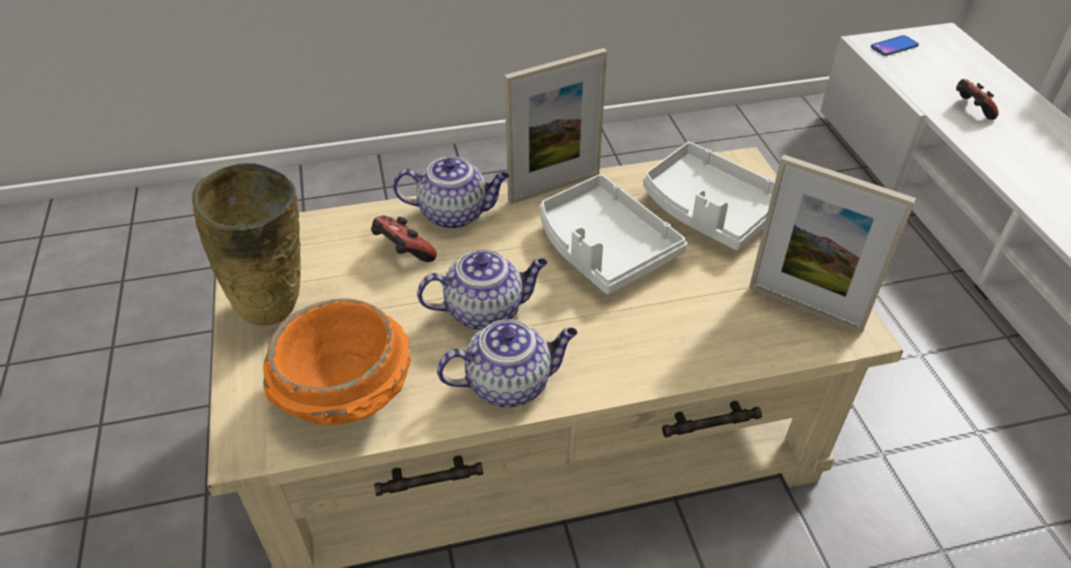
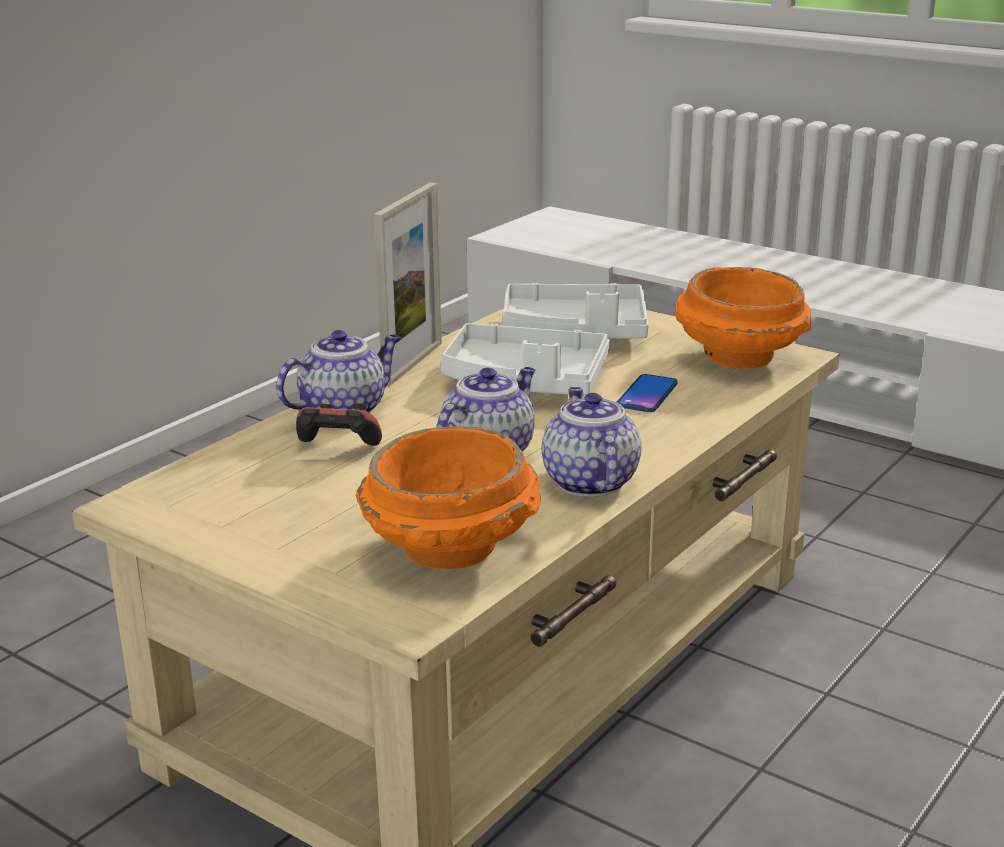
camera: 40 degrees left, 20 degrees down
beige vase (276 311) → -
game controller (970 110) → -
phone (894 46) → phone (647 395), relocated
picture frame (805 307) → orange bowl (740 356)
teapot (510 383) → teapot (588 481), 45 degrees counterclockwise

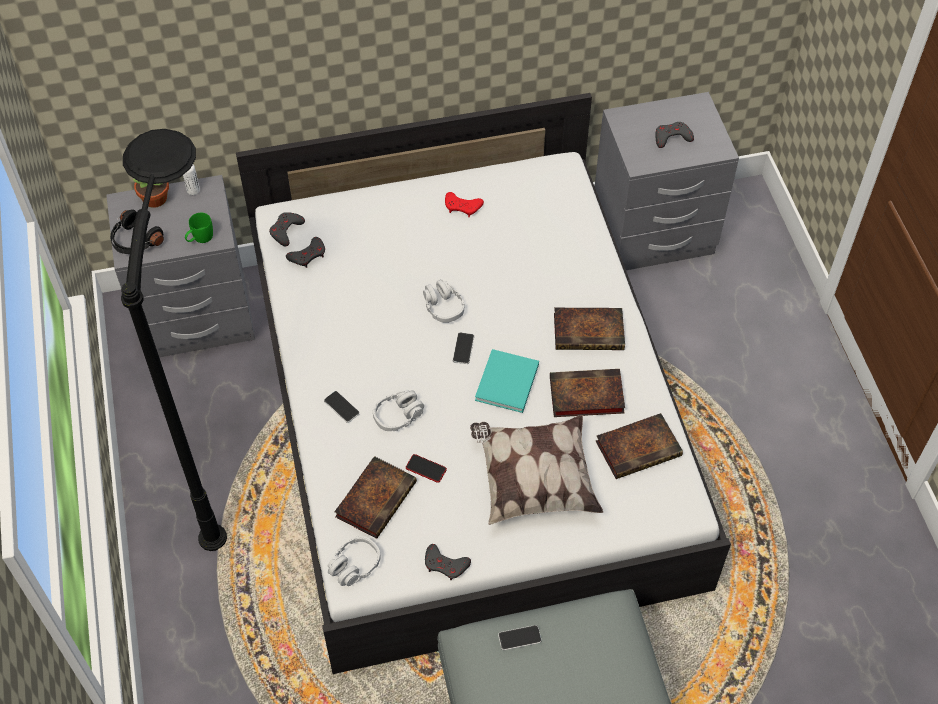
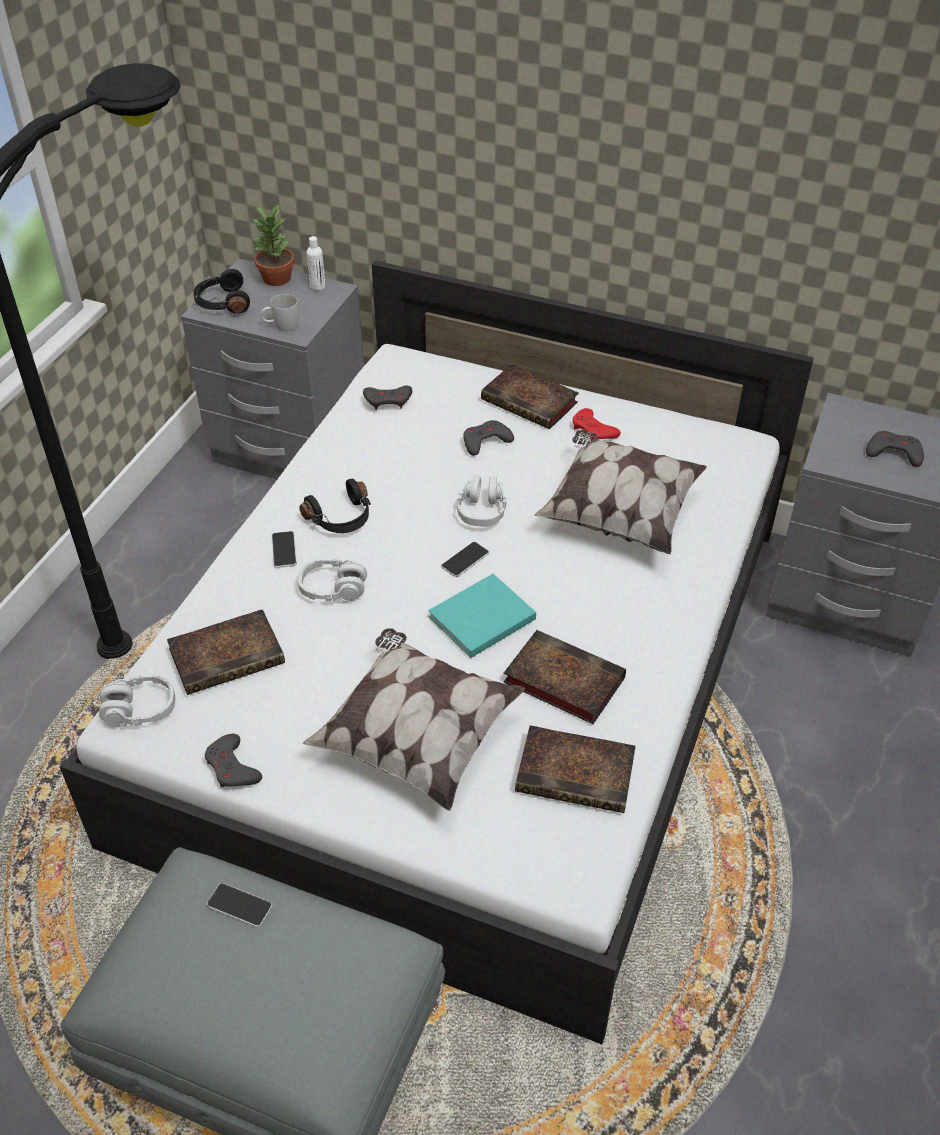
camera: 35 degrees right, 10 degrees down
phone (426 468) → -
- → black headphones (341 519)
- → pillow (618 513)
grey game controller (286 231) → grey game controller (485 441), relocated
book (590 331) → book (532 402), relocated
green mug (200 238) → white mug (281 326)

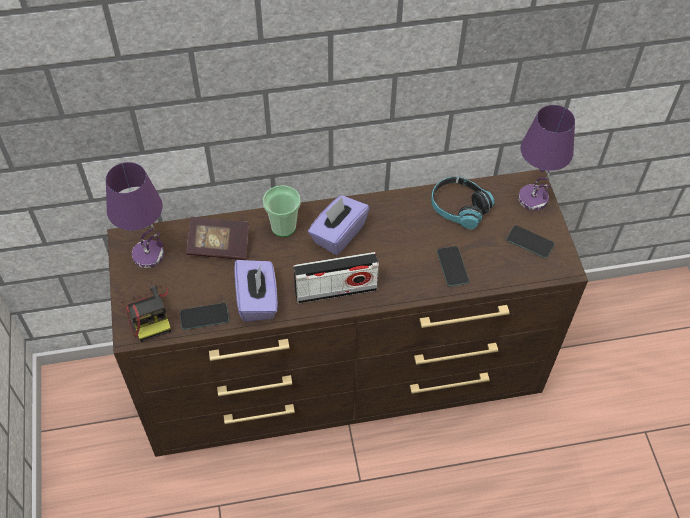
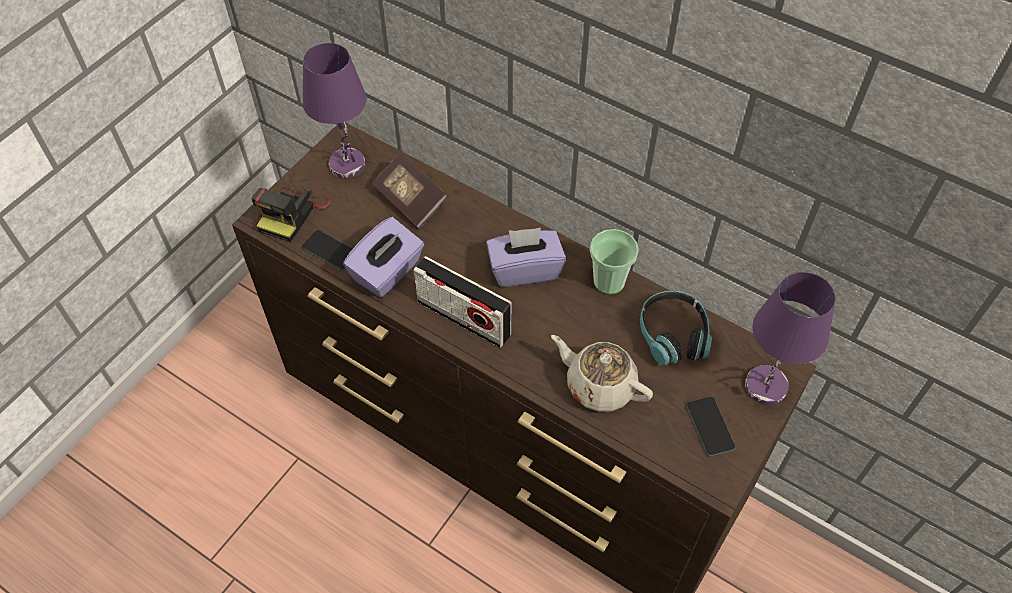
camera: 45 degrees right, 0 degrees up
cup (283 227) → cup (609 282), relocated
phone (452 266) → beige teapot (599 385)

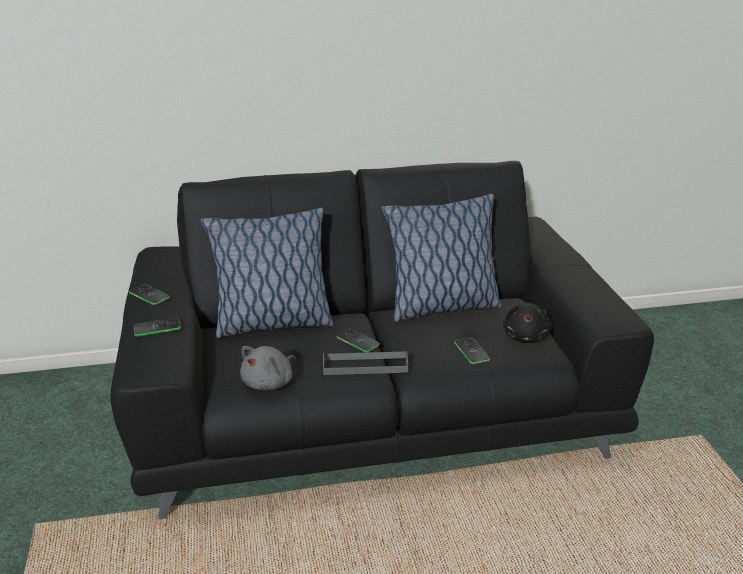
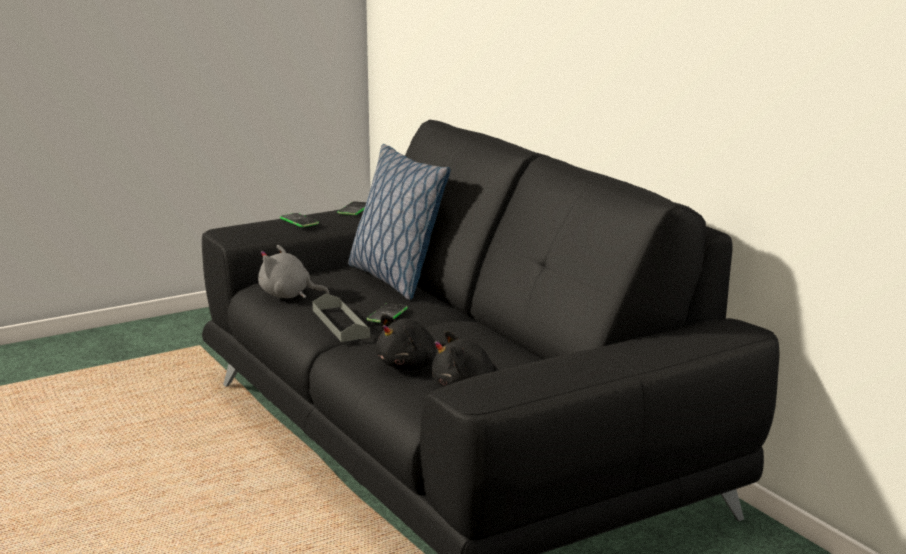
camera: 70 degrees right, 10 degrees down
pillow (441 307) → -
phone (471 351) → black plush toy (410 366)

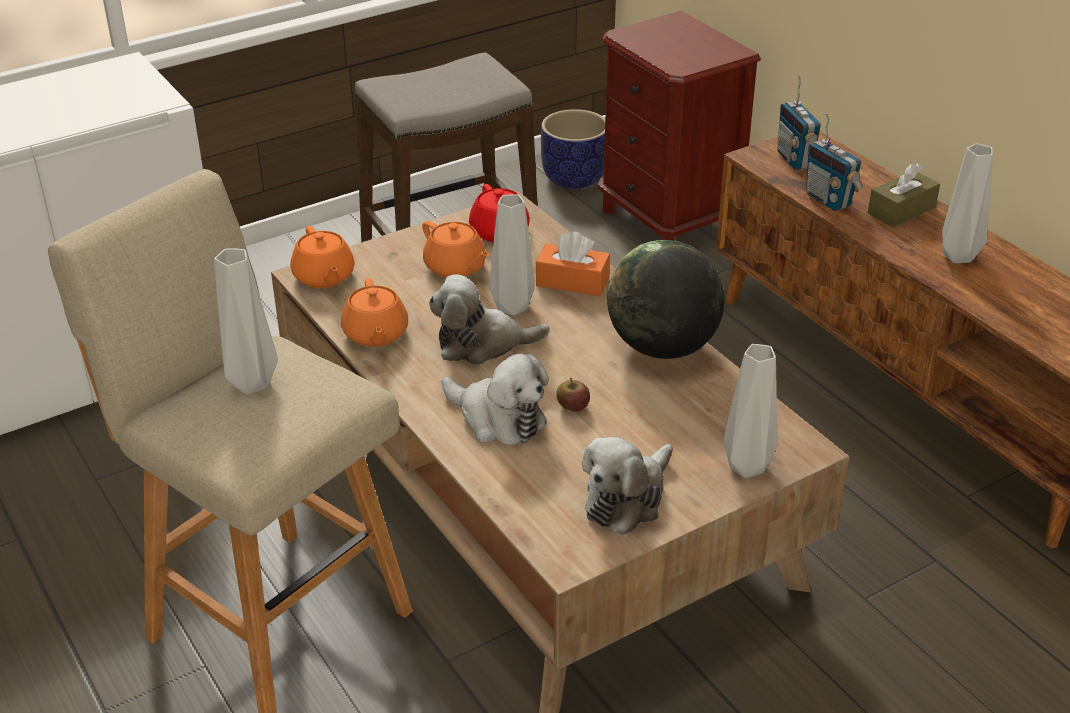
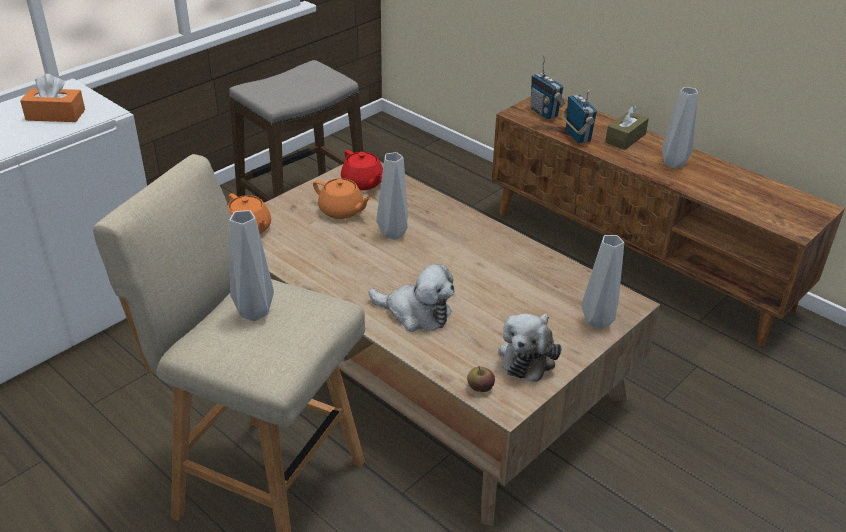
camera: 15 degrees left, 0 degrees up
orange teapot (375 334) → -
plush toy (482 344) → -
planter (573 178) → -
brown nightstand (667 222) → -
globe (663 347) → -
orange tissue box (572 282) → orange tissue box (55 115), relocated
apple (572 407) → apple (480 388), relocated
radio (828 200) → radio (577 136), 150 degrees counterclockwise

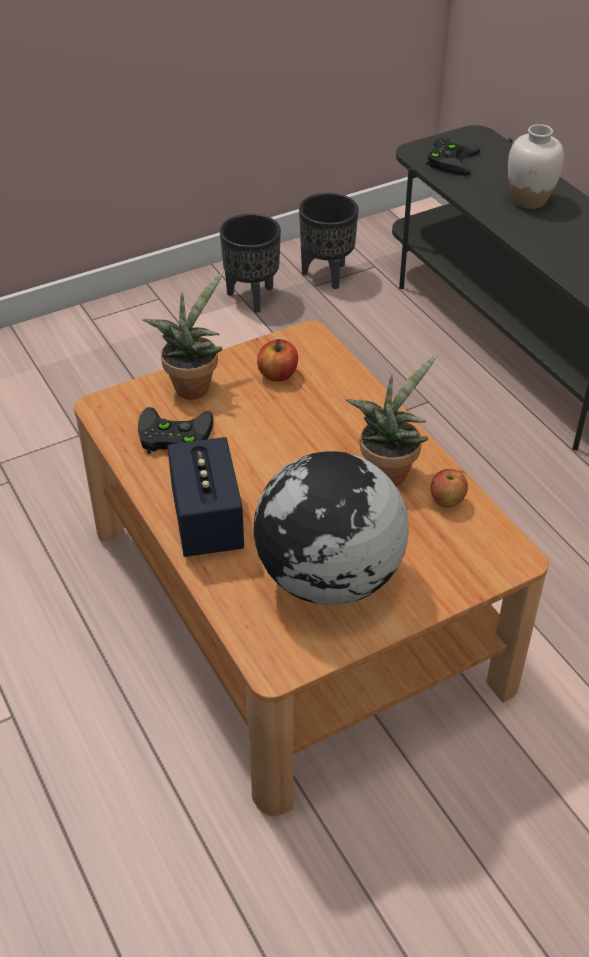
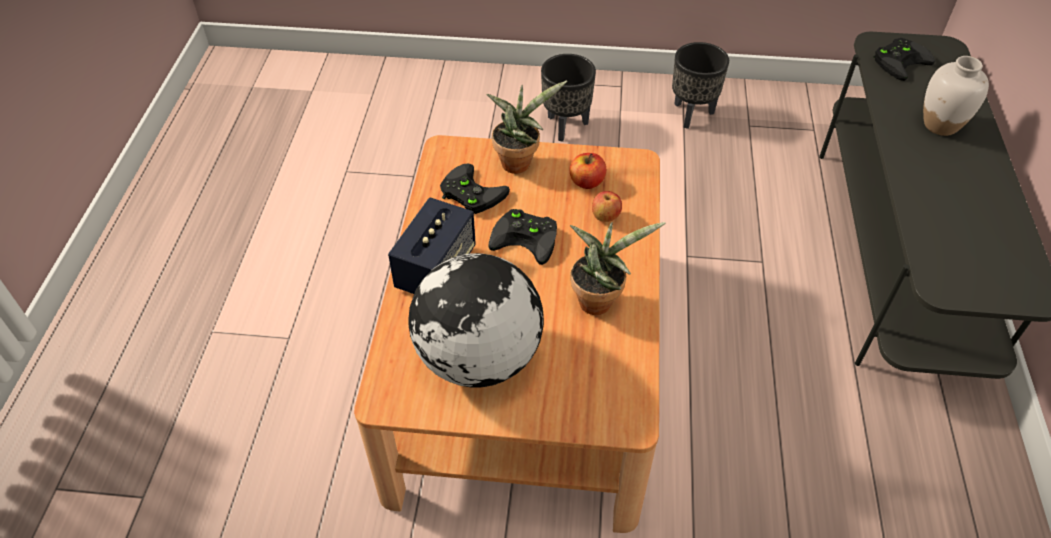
camera: 35 degrees right, 5 degrees up
- → black game controller (528 238)
black planter (327 275) → black planter (566 126), relocated
apple (446 501) → apple (605 216), relocated

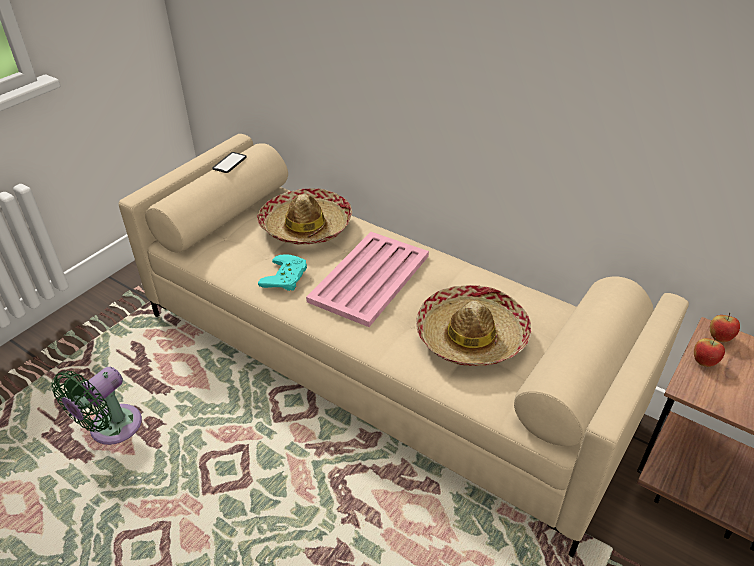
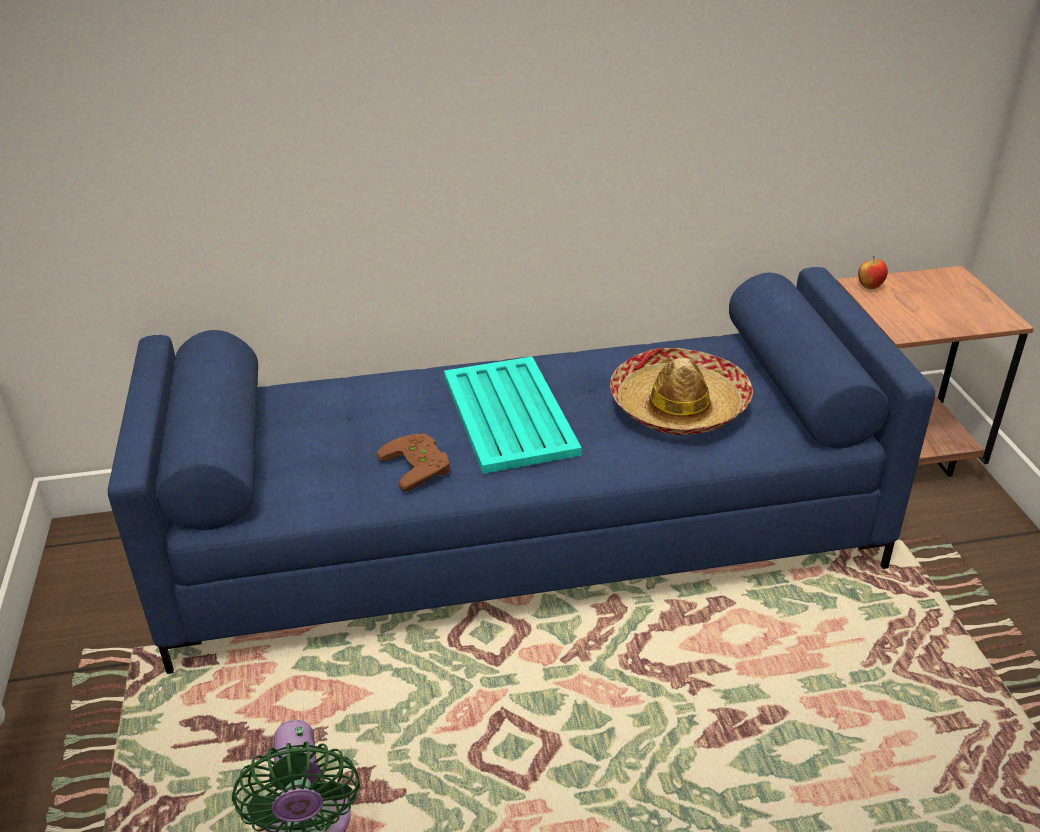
camera: 45 degrees left, 5 degrees down
phone (229 163) → -
hat (306 226) → -
apple (703 362) → -
beige sofa (380 365) → blue sofa (524 538)
turquoise game controller (287 277) → brown game controller (420 465)
pink tray (371 277) → turquoise tray (509 413)

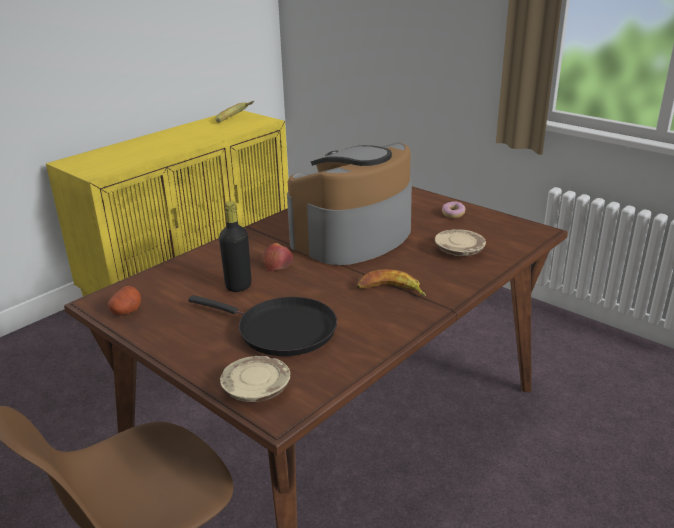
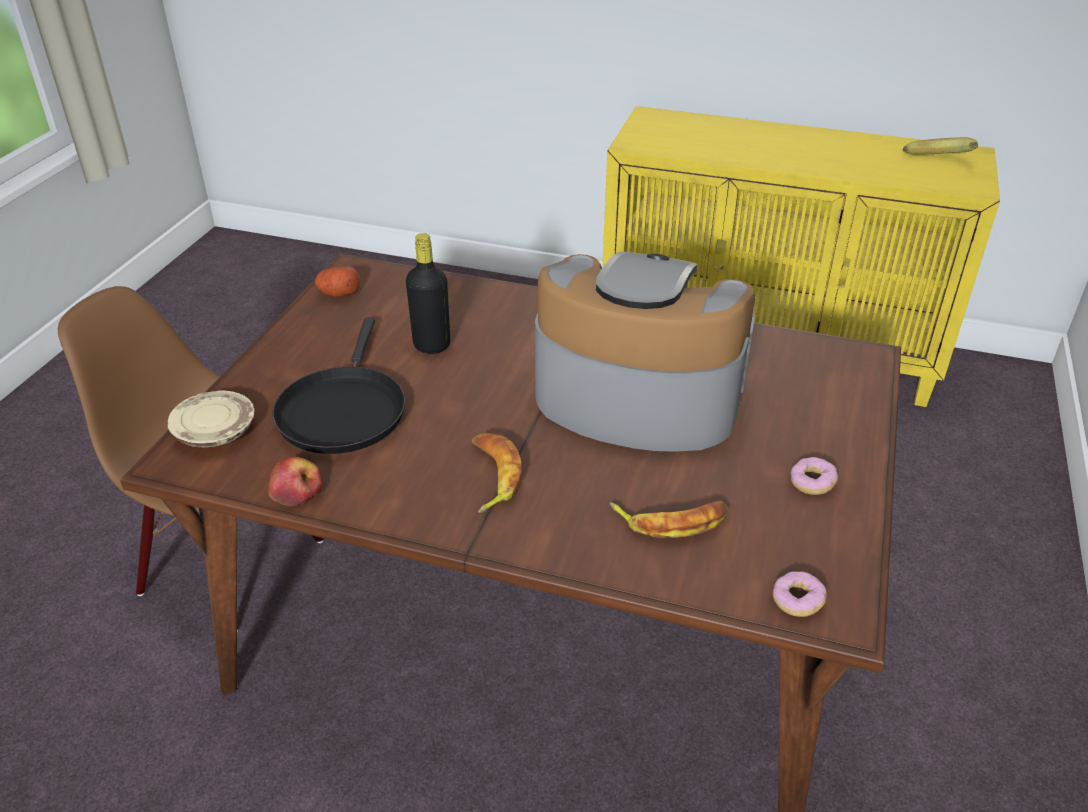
camera: 65 degrees right, 10 degrees up
- → donut (797 601)
apple (277 264) → apple (296 491), relocated
beige plate (459 250) → banana (671 521)

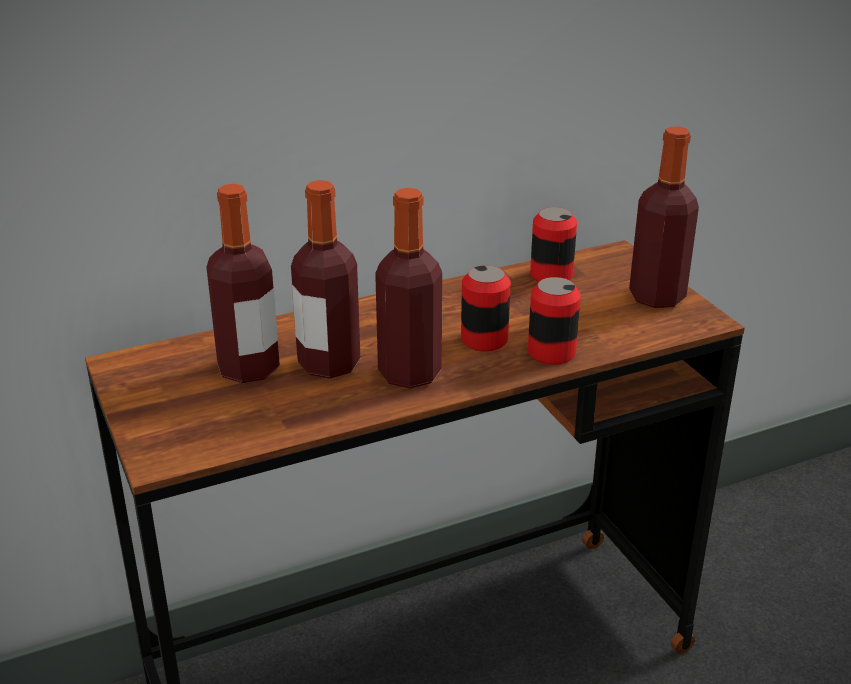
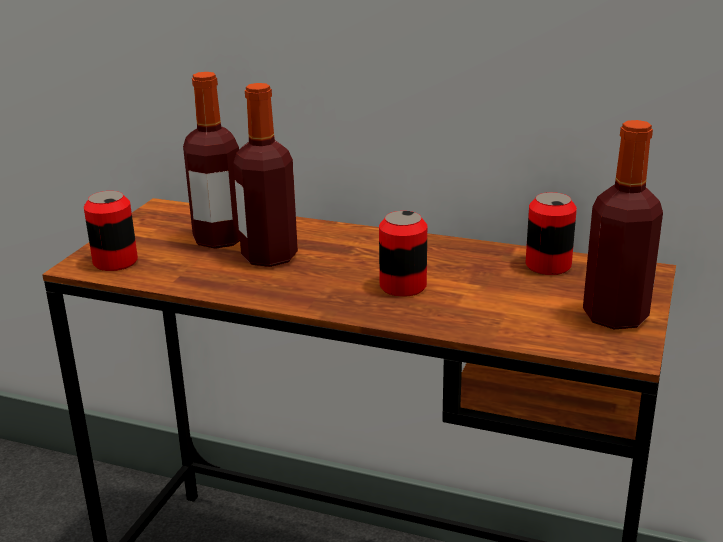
camera: 45 degrees right, 5 degrees down
bottle (409 373) → -
can (551 352) → can (115 262), relocated

